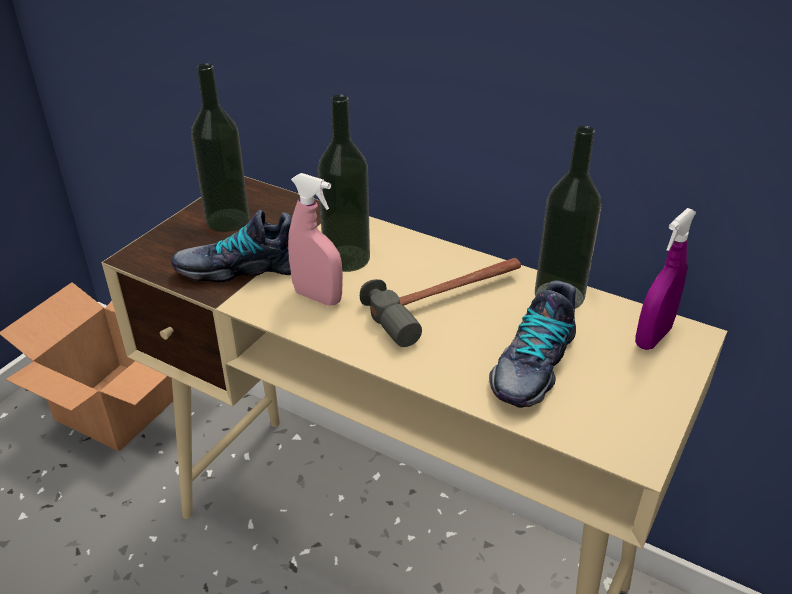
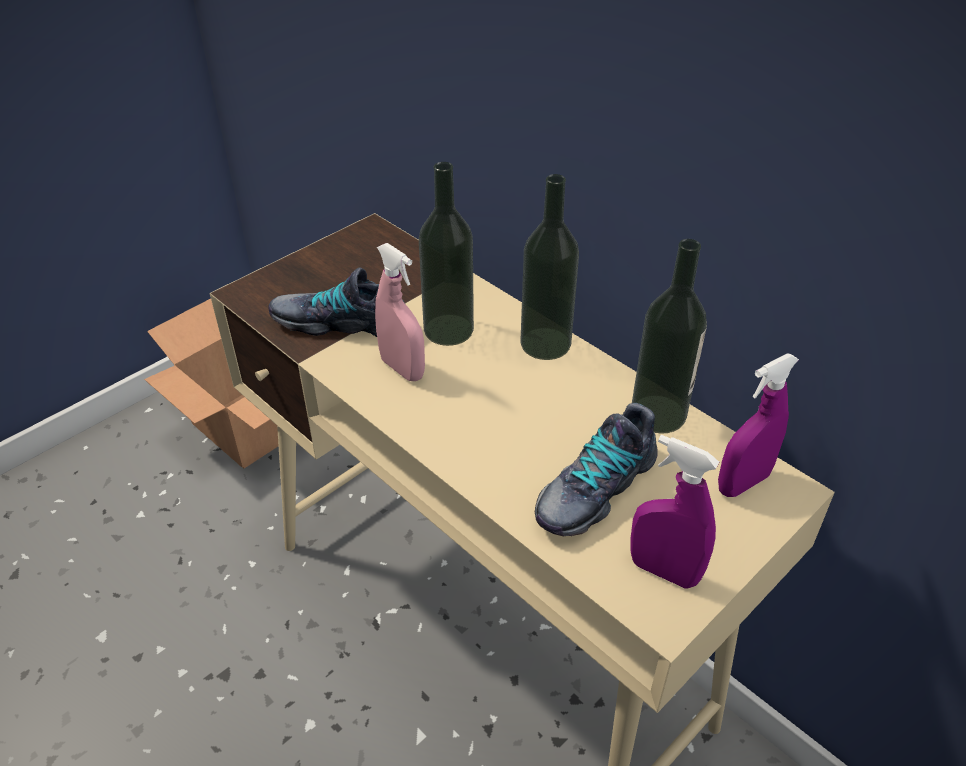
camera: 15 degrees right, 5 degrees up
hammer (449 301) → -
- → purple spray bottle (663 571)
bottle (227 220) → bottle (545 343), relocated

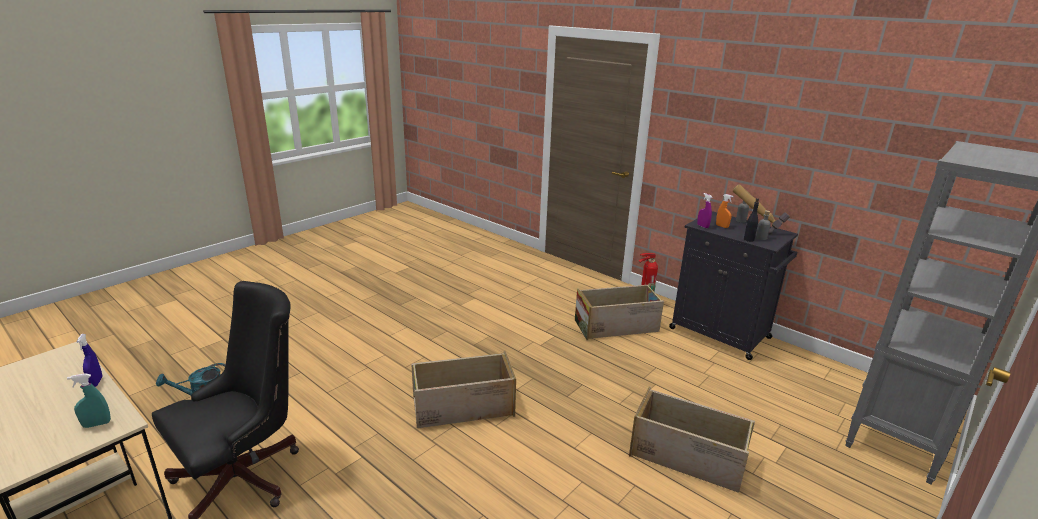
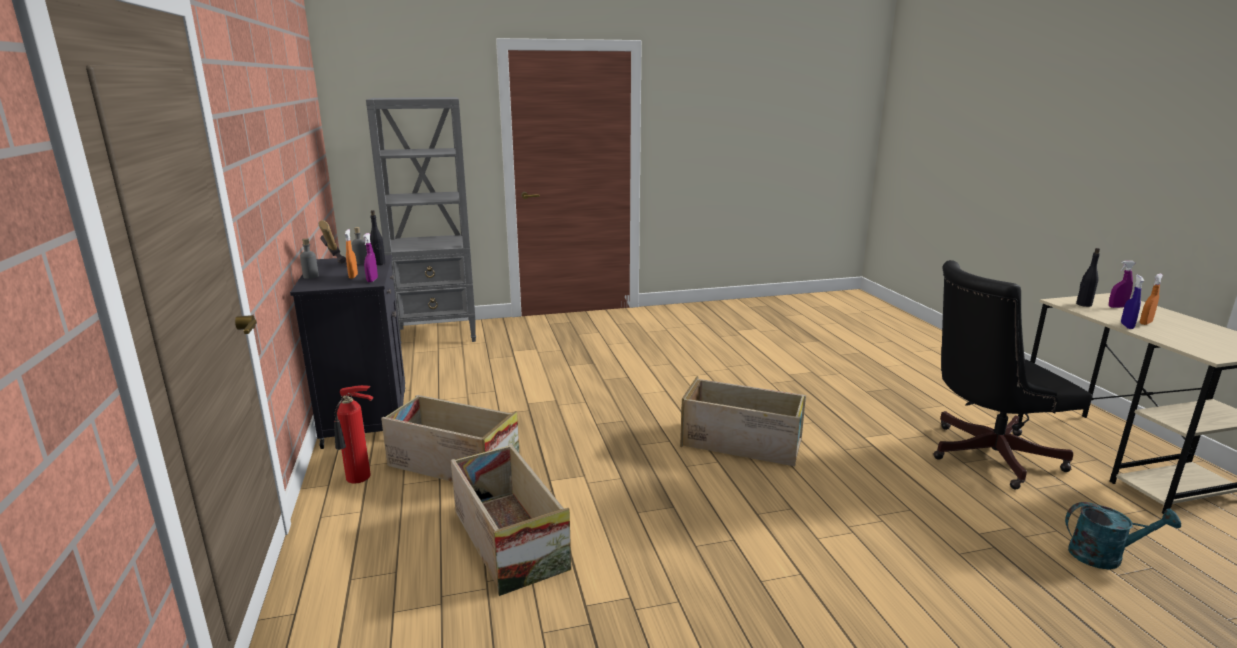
camera: 145 degrees left, 5 degrees down
- → purple spray bottle (1117 307)
- → orange spray bottle (1145 323)
crate (688 457) → crate (507 539), relocated
turquoise spray bottle (97 424) → black bottle (1083 304)

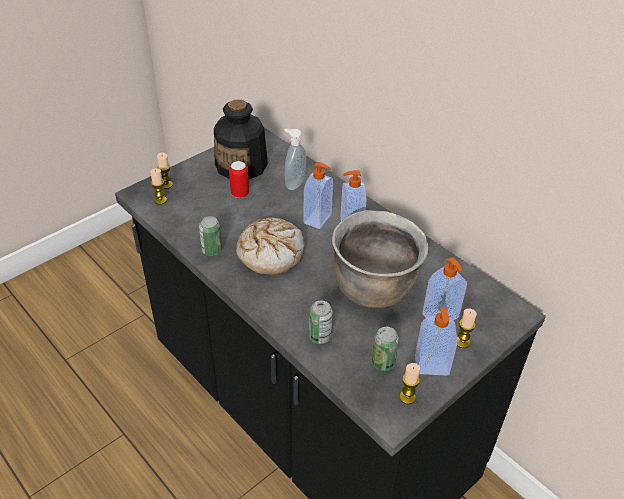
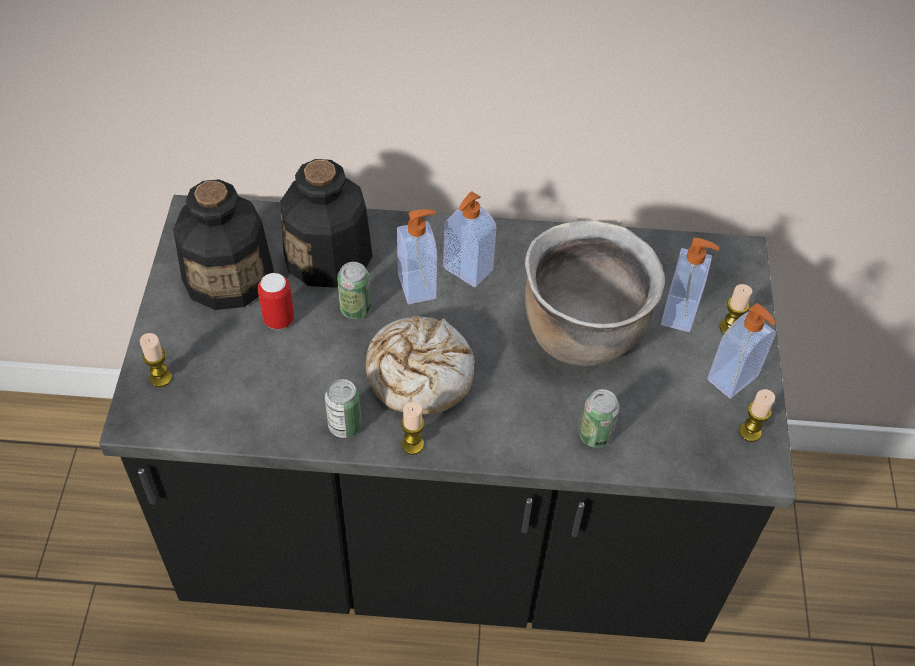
camera: 45 degrees left, 10 degrees up
candle (160 200) → candle (412 445), relocated
can (383 363) → can (355 309), relocated
soap dispenser (294 183) → bottle (329 256)

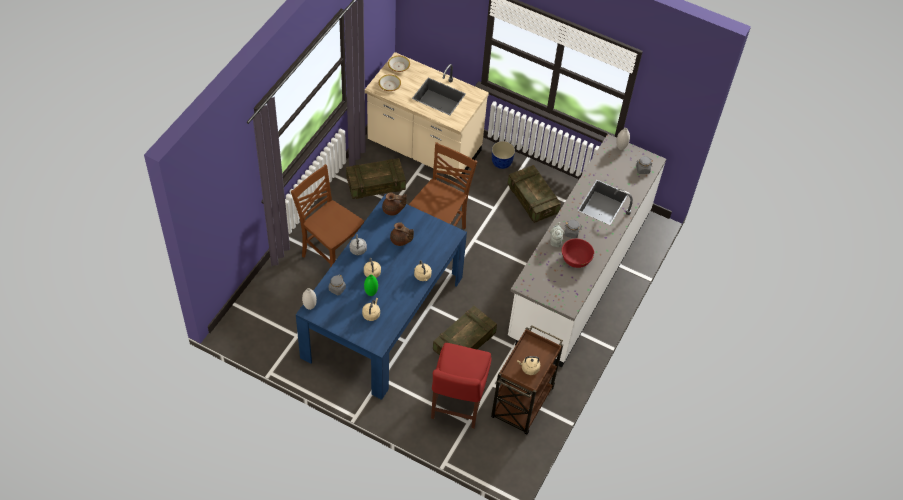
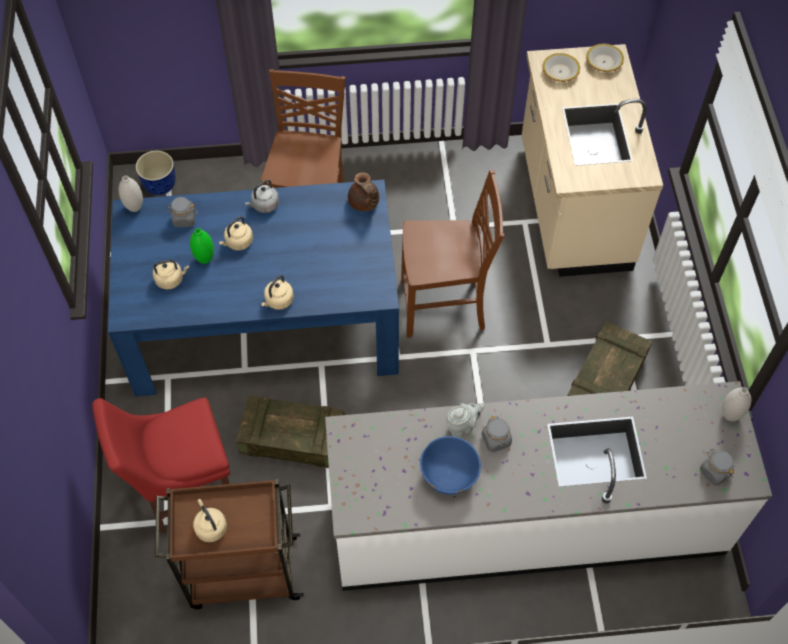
camera: 60 degrees right, 5 degrees up
crate (376 185) → -
brown teapot (400 240) → -
planter (502 163) → planter (161 186), relocated
red bowl (576 259) → blue bowl (449 475)

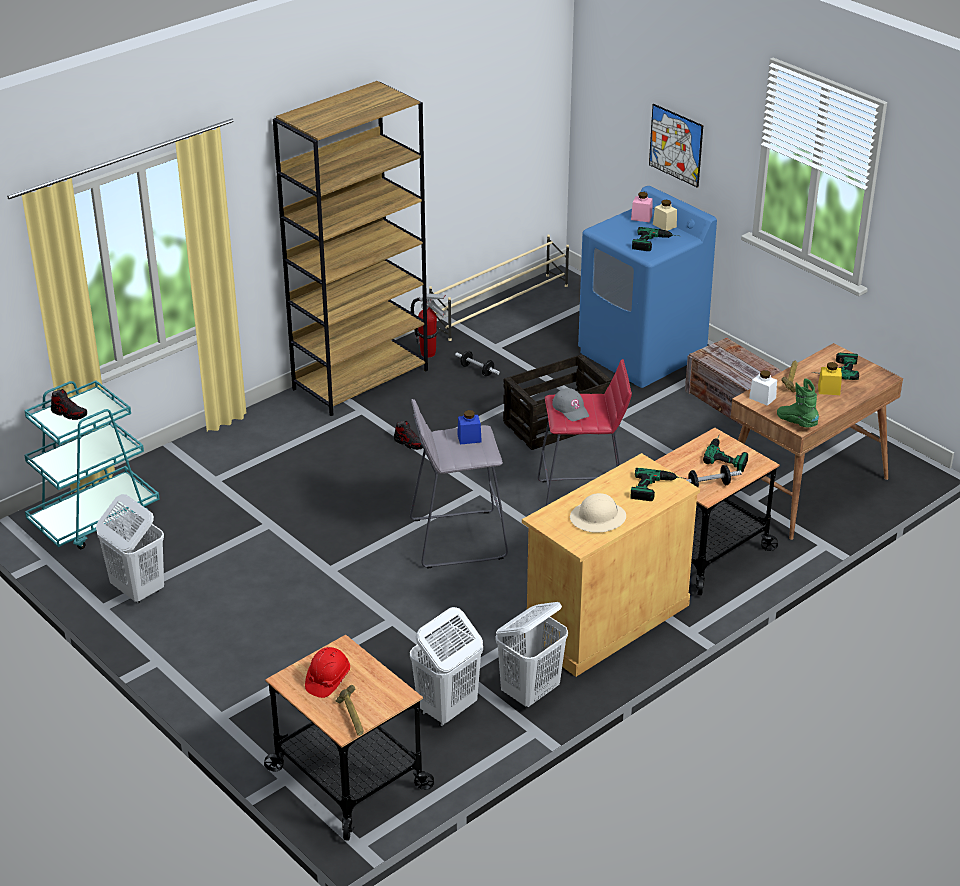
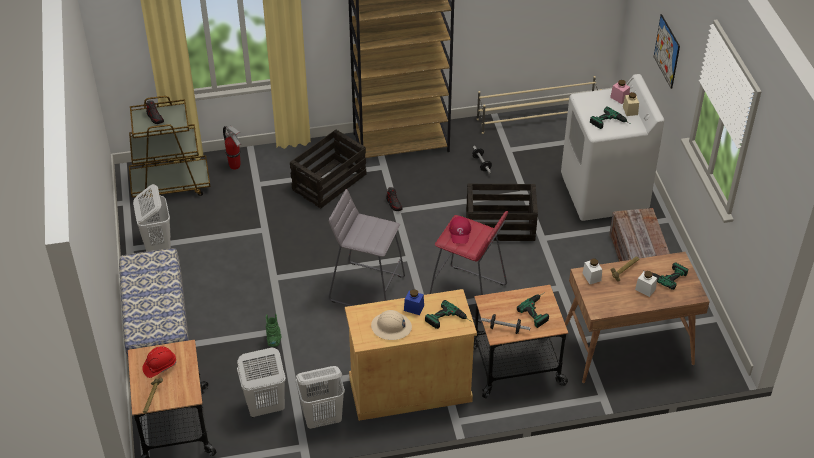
camera: 30 degrees right, 10 degrees up
- → bench (159 333)
- → crate (329 182)
fire extinguisher (428 354) → fire extinguisher (235 166), relocated
blue jar (469 438) → blue jar (414 308), relocated
green boot (796 423) → green boot (274 338), relocated
turquoise cart (95 518) → brown cart (171 184)
grey cap (571 409) → red cap (460 232)
blue washing machine (642 354) → white washing machine (604 193)
yellow jar (829 390) → white jar (645 289)

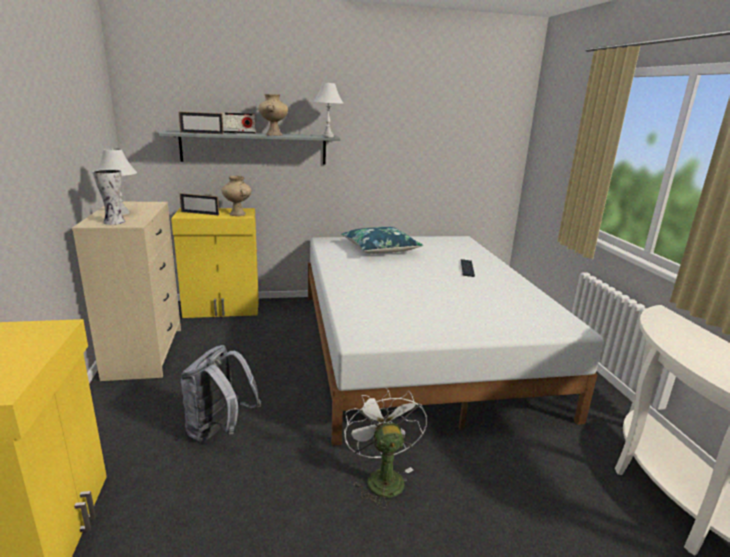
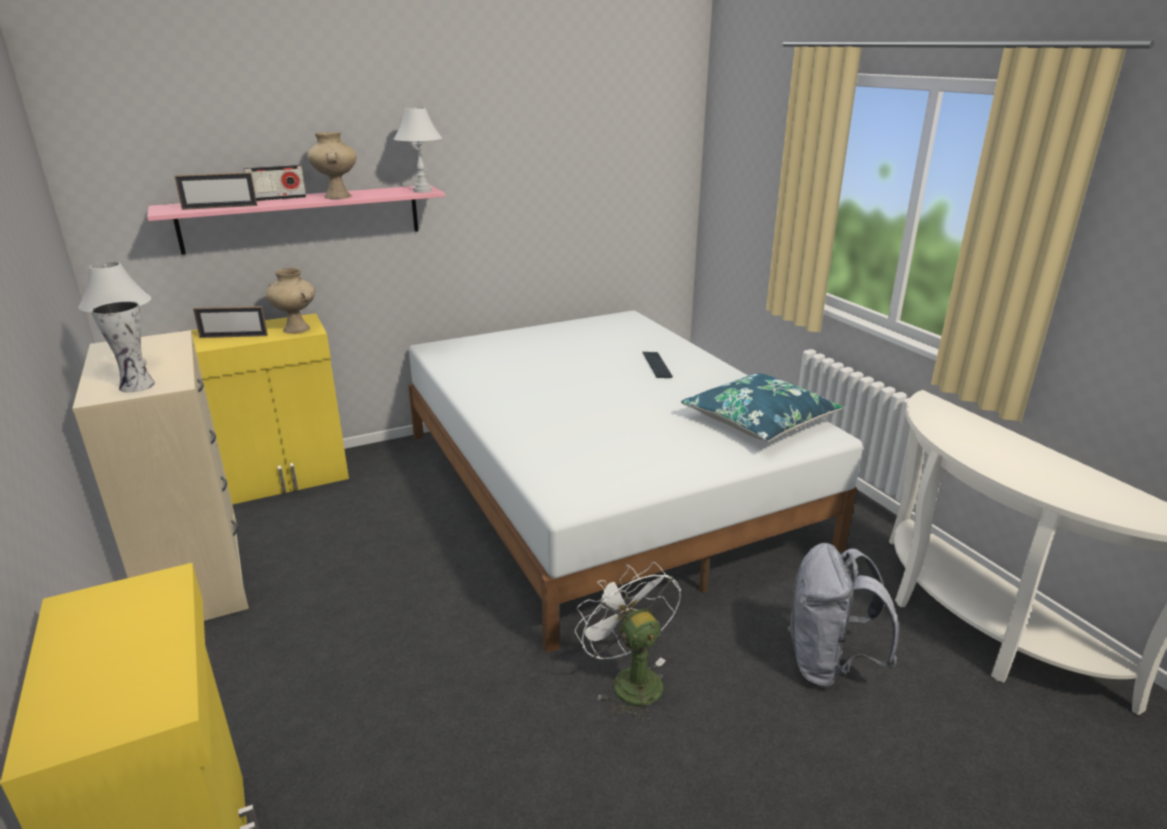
camera: 15 degrees left, 5 degrees up
grey backpack (219 431) → grey backpack (828 665), relocated
blue pillow (380 249) → blue pillow (759 421), relocated
grey shelf (254 148) → pink shelf (302 218)

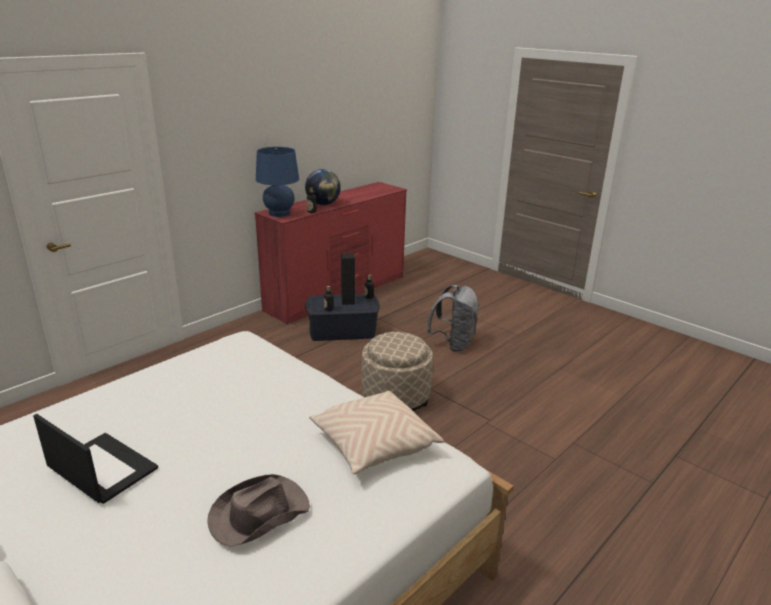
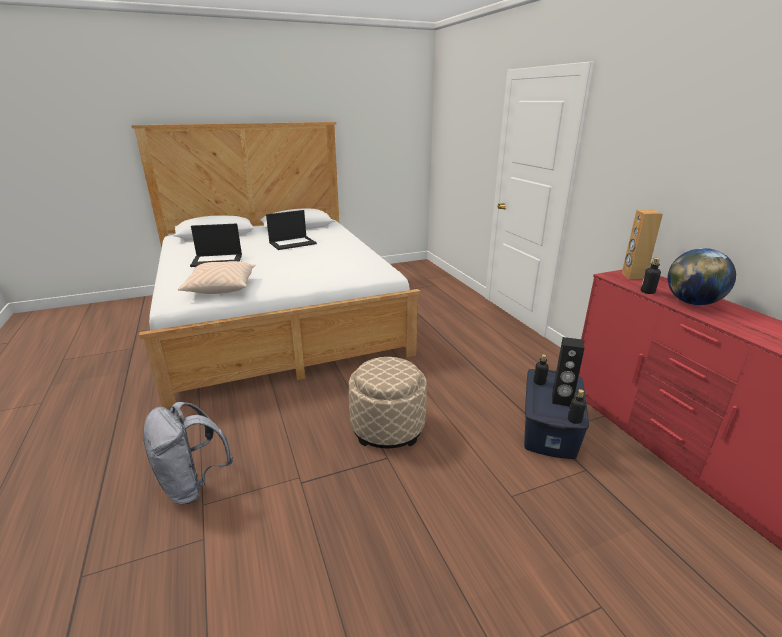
camera: 115 degrees right, 0 degrees up
grey backpack (453 343) → grey backpack (193 484), relocated
brown hat (258 514) → laptop (218 260)
blue table lamp (279 213) → brown speaker (633 276)

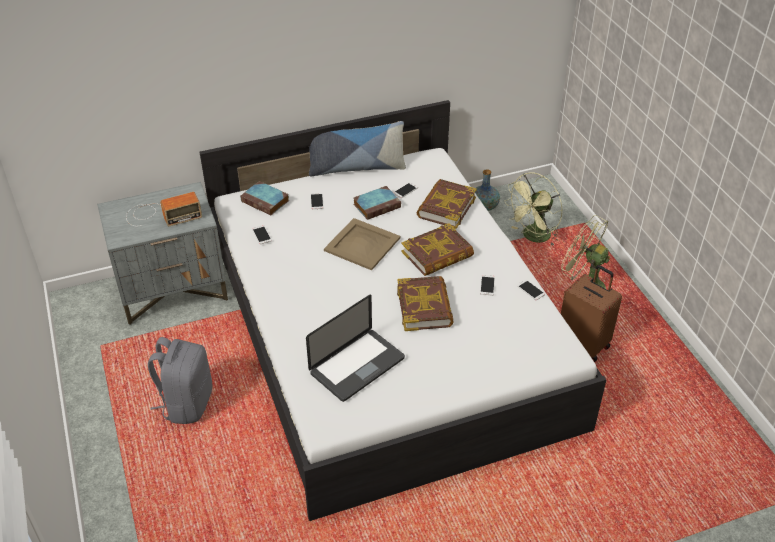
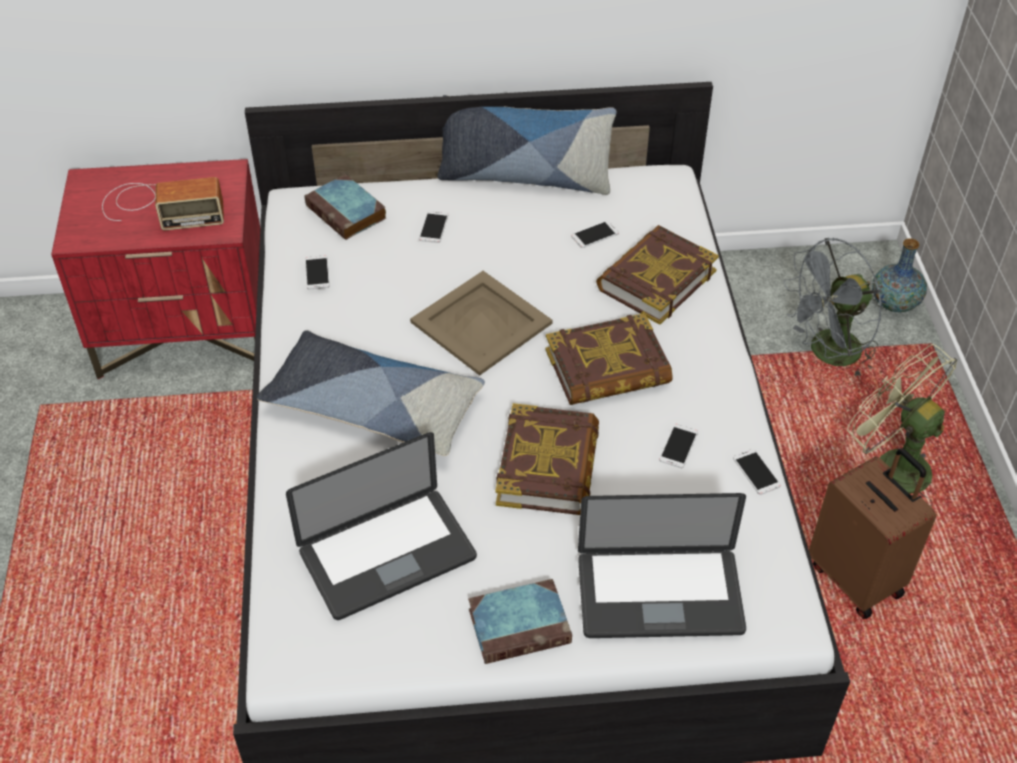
camera: 15 degrees right, 5 degrees up
grey backpack (187 403) → -
- → pillow (373 406)
- → laptop (659 595)
book (377 205) → book (521 624), relocated
vase (484 207) → vase (894 303), relocated
grey nightstand (173 290) → red nightstand (187 332)
green fan (533 238) → grey fan (827 354)

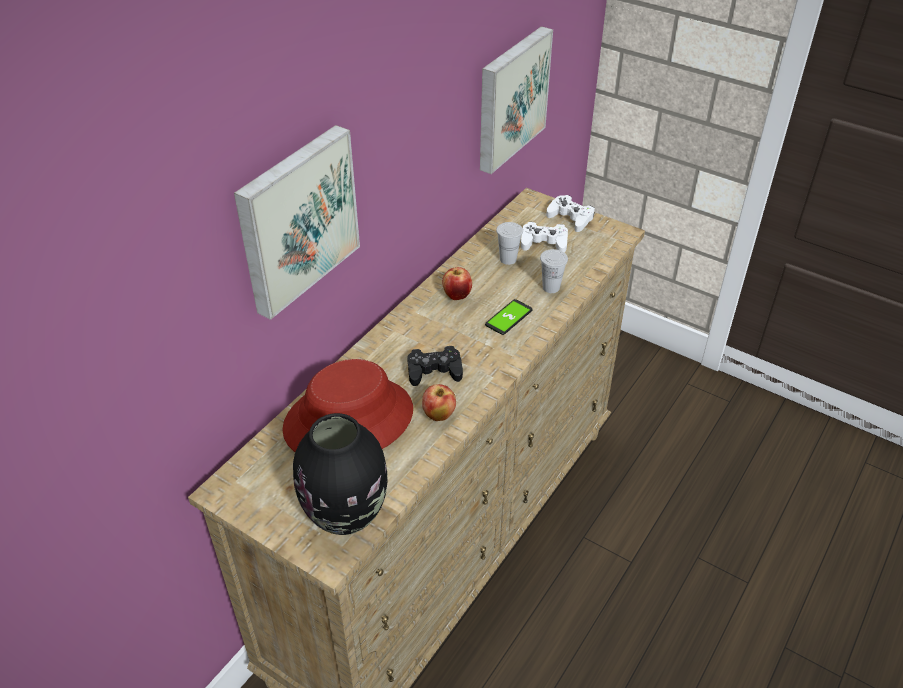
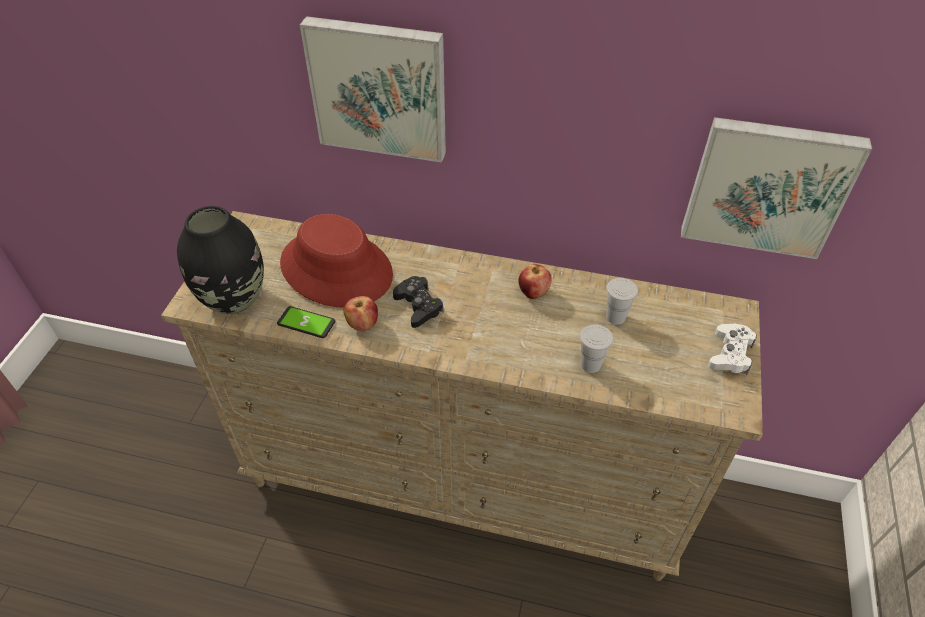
camera: 70 degrees right, 5 degrees up
white game controller (544 243) → -
phone (508 318) → phone (306 323), relocated

